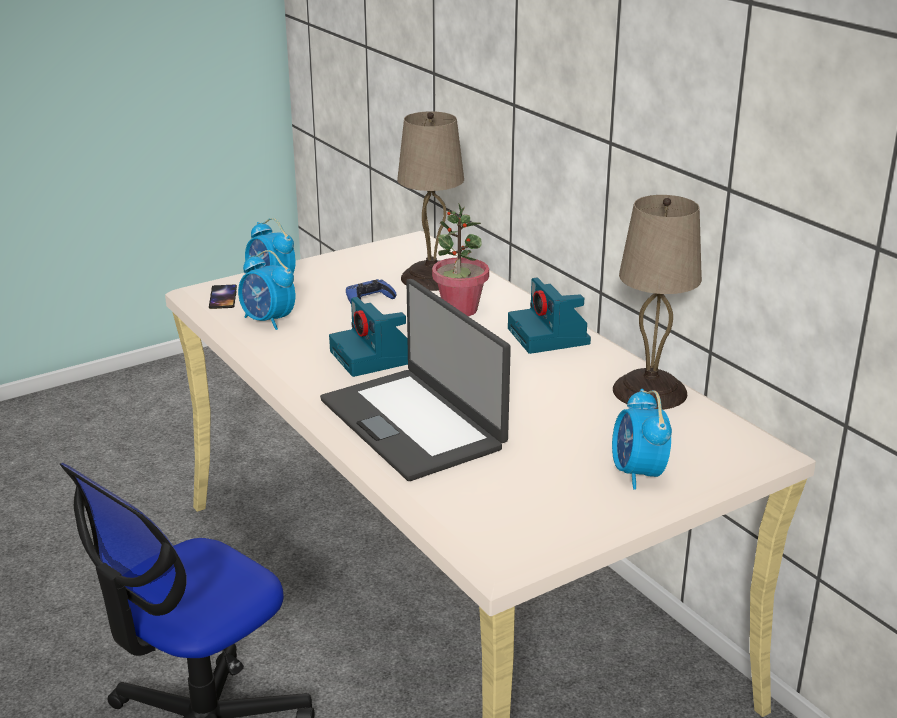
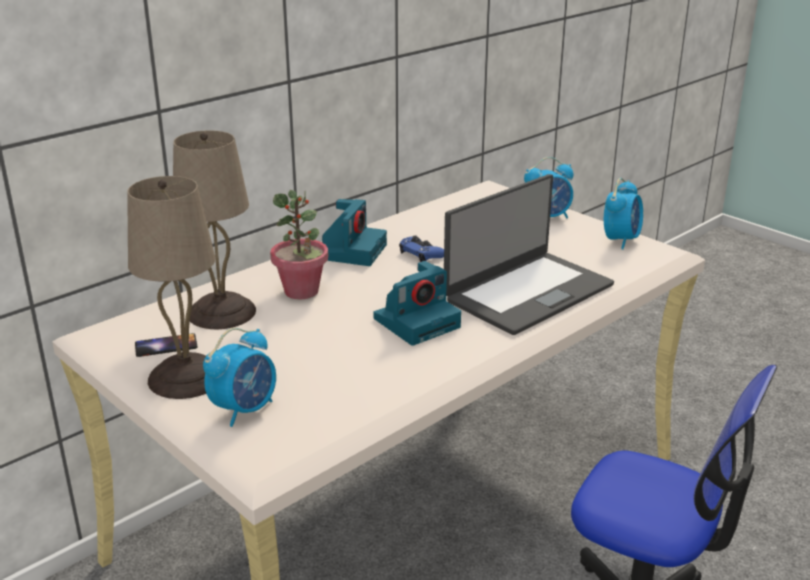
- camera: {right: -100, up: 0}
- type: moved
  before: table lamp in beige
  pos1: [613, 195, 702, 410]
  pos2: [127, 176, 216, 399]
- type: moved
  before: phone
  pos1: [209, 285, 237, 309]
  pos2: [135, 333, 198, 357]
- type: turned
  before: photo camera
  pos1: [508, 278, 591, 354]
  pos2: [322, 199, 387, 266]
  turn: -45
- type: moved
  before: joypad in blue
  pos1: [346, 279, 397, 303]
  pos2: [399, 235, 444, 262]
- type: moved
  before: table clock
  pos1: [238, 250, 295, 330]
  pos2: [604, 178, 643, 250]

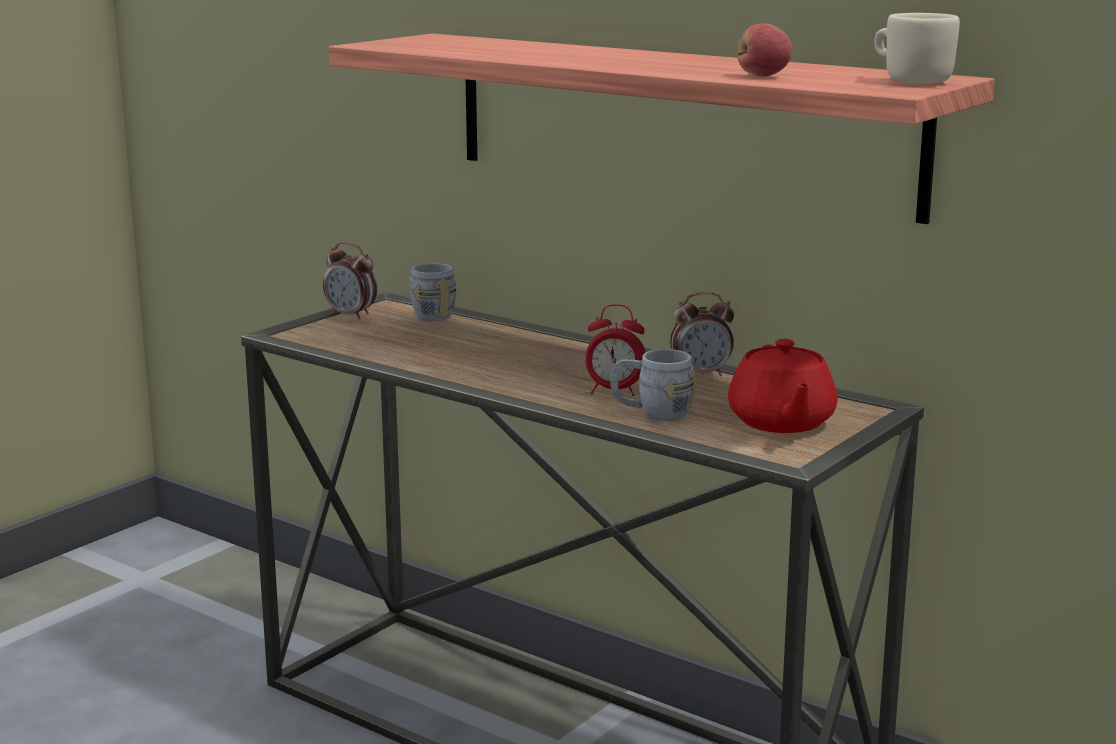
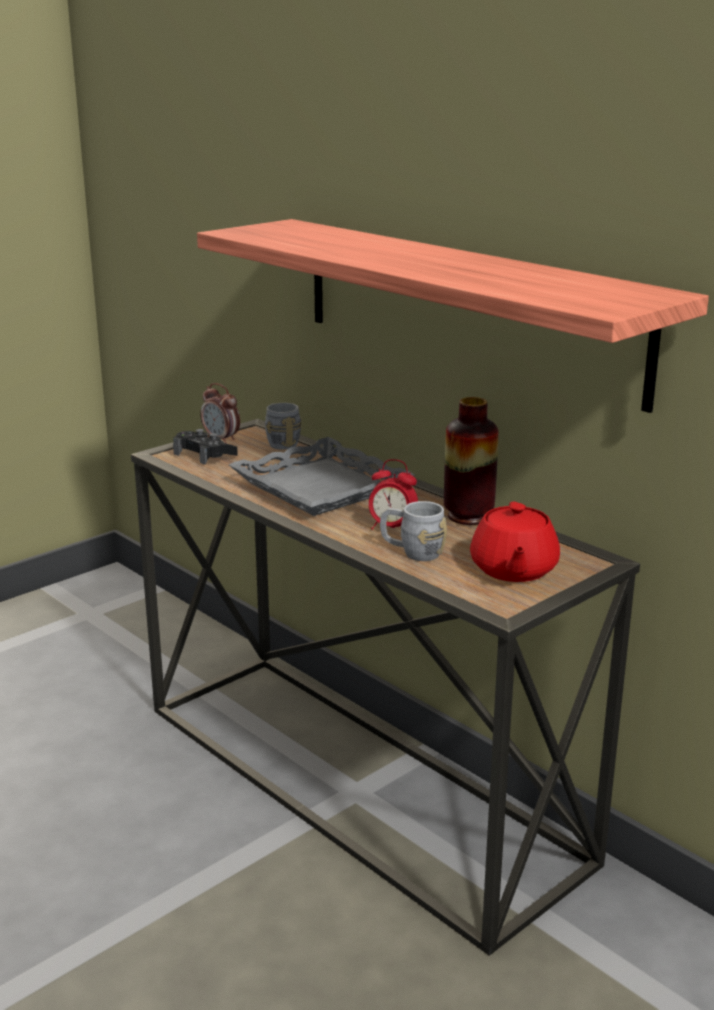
- camera: {right: 10, up: 5}
- type: added
  after: joypad in blackish
  pos2: [173, 429, 238, 465]
- type: added
  after: carrying tray in gray
  pos2: [229, 437, 415, 516]
- type: replaced
  before: table clock
  after: flower vase
  pos1: [670, 292, 734, 376]
  pos2: [444, 397, 499, 525]
- type: removed
  before: apple
  pos1: [737, 23, 792, 77]
- type: removed
  before: tea mug in beige
  pos1: [874, 13, 960, 84]

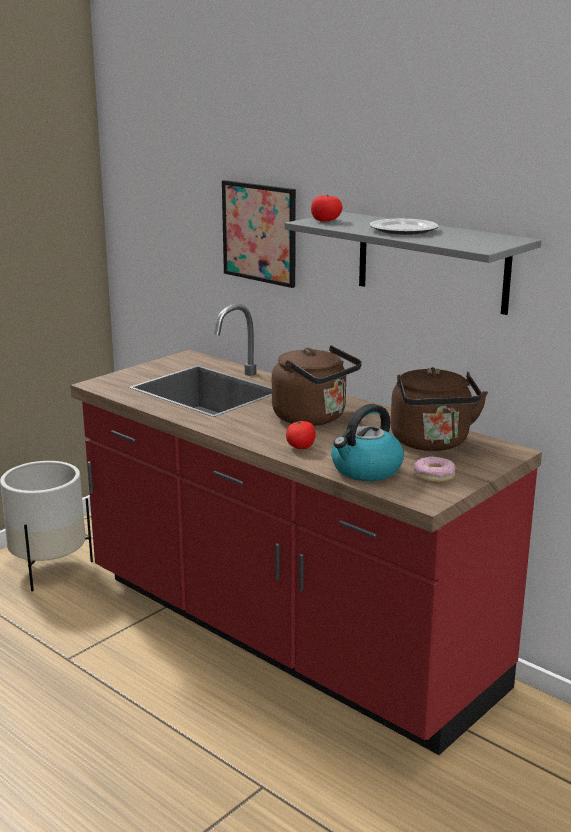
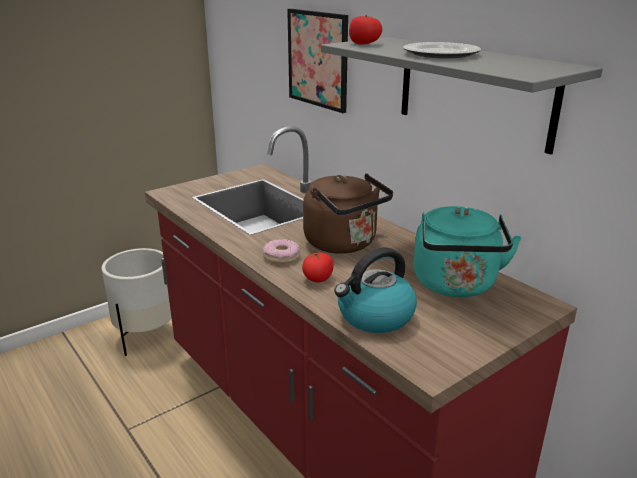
- camera: {right: 10, up: 5}
- type: moved
  before: doughnut
  pos1: [414, 457, 455, 483]
  pos2: [263, 239, 300, 264]
- type: recoloured
  before: water kettle in brownish
  after: water kettle in blue-green
  pos1: [391, 367, 488, 451]
  pos2: [413, 206, 522, 297]

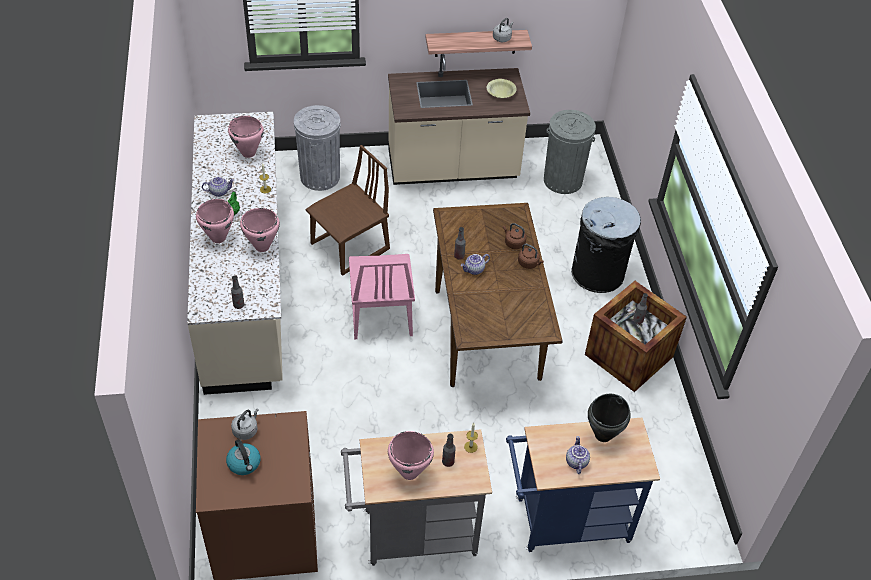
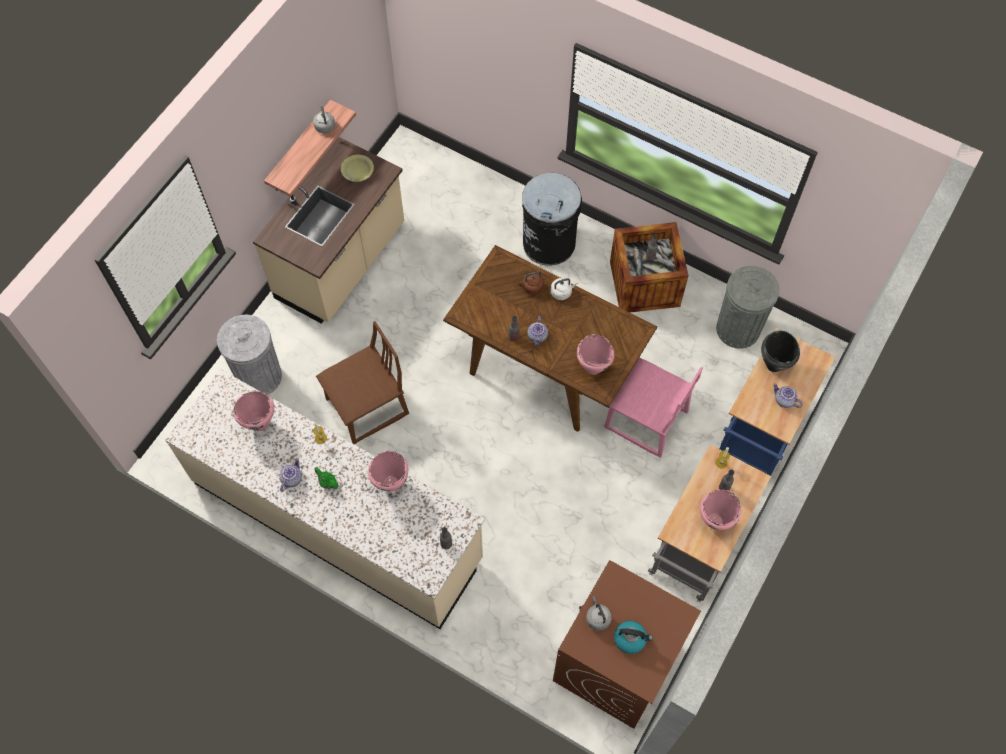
- camera: {right: -50, up: 15}
- type: turned
  before: upright chair in brownish
  pos1: [306, 145, 390, 276]
  pos2: [316, 321, 409, 444]
  turn: 60
- type: recoloured
  before: water kettle in brownish
  after: water kettle in white
  pos1: [518, 244, 544, 269]
  pos2: [551, 278, 578, 300]
- type: moved
  before: cooking pot in pink-coloured
  pos1: [196, 199, 234, 243]
  pos2: [577, 334, 614, 375]
- type: moved
  before: upright chair in pink-coloured
  pos1: [349, 254, 415, 339]
  pos2: [604, 358, 703, 458]
- type: moved
  before: trash can in gray
  pos1: [544, 110, 596, 194]
  pos2: [716, 266, 780, 349]

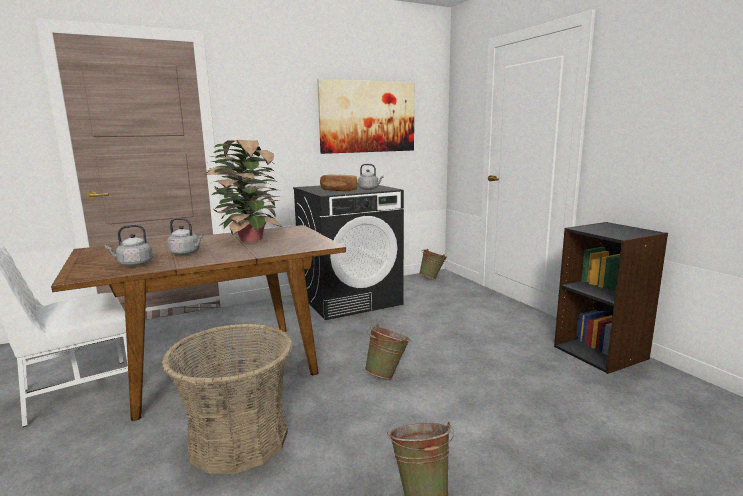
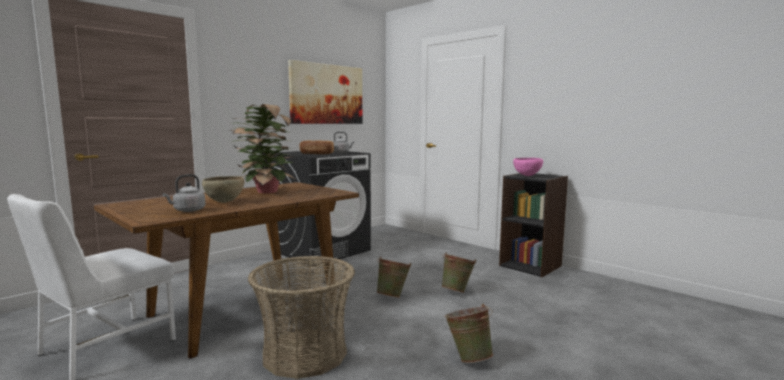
- camera: {right: -20, up: -5}
- type: replaced
  before: water kettle in gray
  after: serving bowl in brownish
  pos1: [167, 218, 203, 255]
  pos2: [202, 176, 245, 203]
- type: moved
  before: bucket in greenish
  pos1: [419, 249, 446, 279]
  pos2: [441, 253, 476, 293]
- type: added
  after: serving bowl in pink-coloured
  pos2: [513, 158, 543, 176]

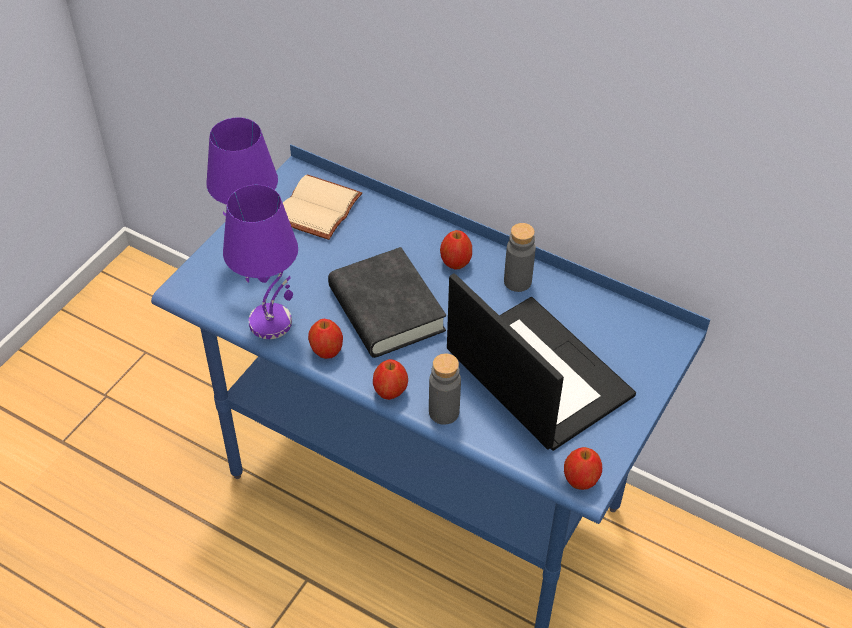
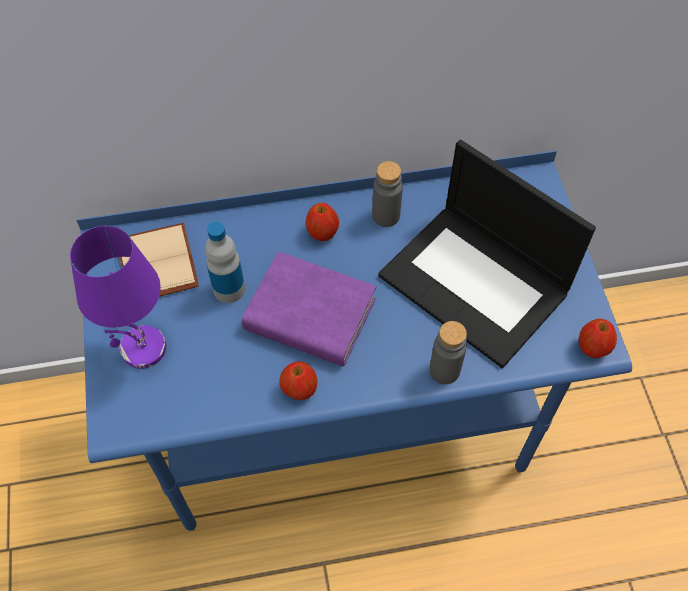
- camera: {right: -40, up: 10}
- type: added
  after: drink bottle
  pos2: [205, 221, 245, 303]
- type: recoloured
  before: book in blackish
  after: book in purple
  pos1: [328, 247, 446, 358]
  pos2: [242, 251, 376, 367]
- type: turned
  before: portable computer
  pos1: [447, 273, 636, 451]
  pos2: [378, 140, 596, 368]
  turn: -150
- type: removed
  before: table lamp in purple
  pos1: [223, 185, 298, 339]
- type: removed
  before: apple
  pos1: [373, 359, 408, 400]

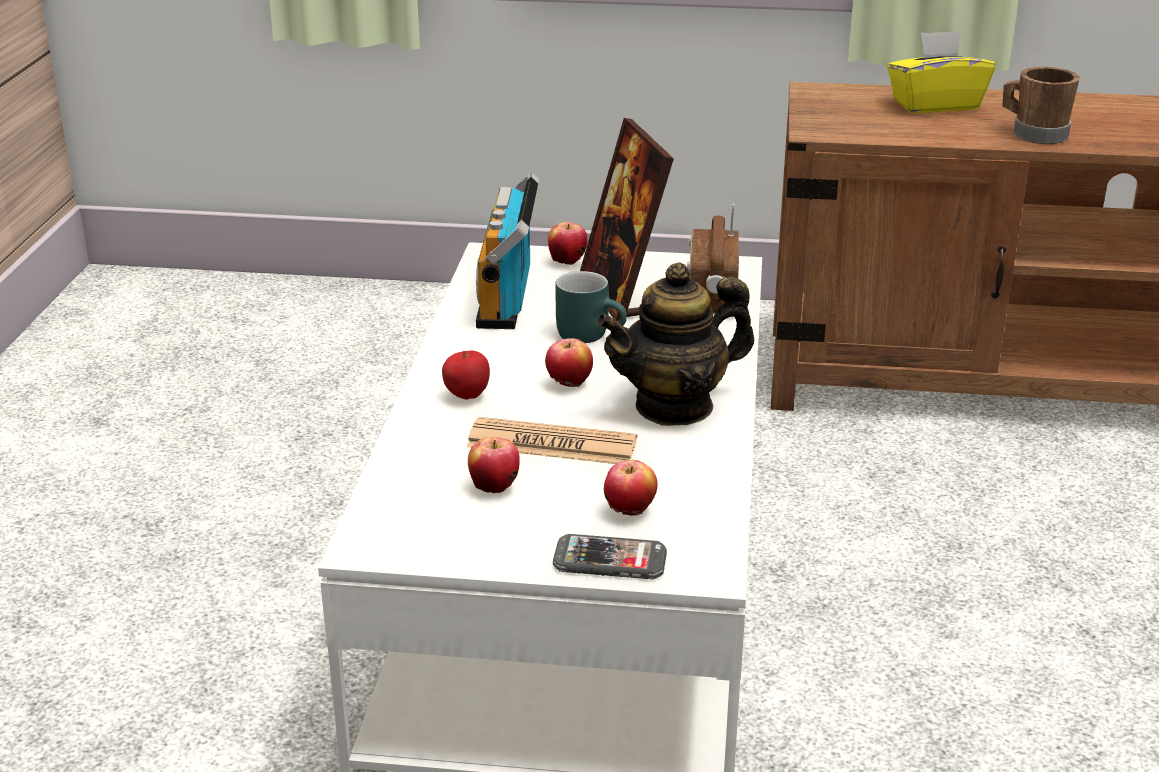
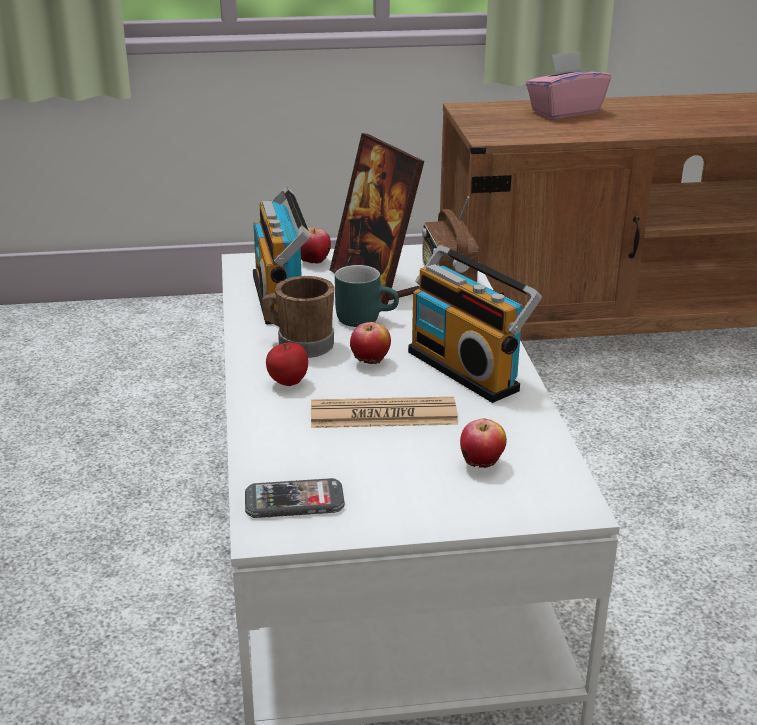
- camera: {right: -15, up: 0}
- type: moved
  before: phone
  pos1: [553, 534, 667, 579]
  pos2: [245, 478, 345, 518]
- type: moved
  before: tea mug in brownish
  pos1: [1002, 67, 1080, 144]
  pos2: [262, 276, 335, 358]
- type: replaced
  before: tea pot
  after: radio set
  pos1: [596, 262, 754, 426]
  pos2: [408, 245, 542, 403]
- type: recoloured
  before: tissue box in yellow-coloured
  after: tissue box in pink-coloured
  pos1: [887, 31, 995, 113]
  pos2: [526, 51, 611, 119]
- type: removed
  before: apple
  pos1: [468, 436, 520, 493]

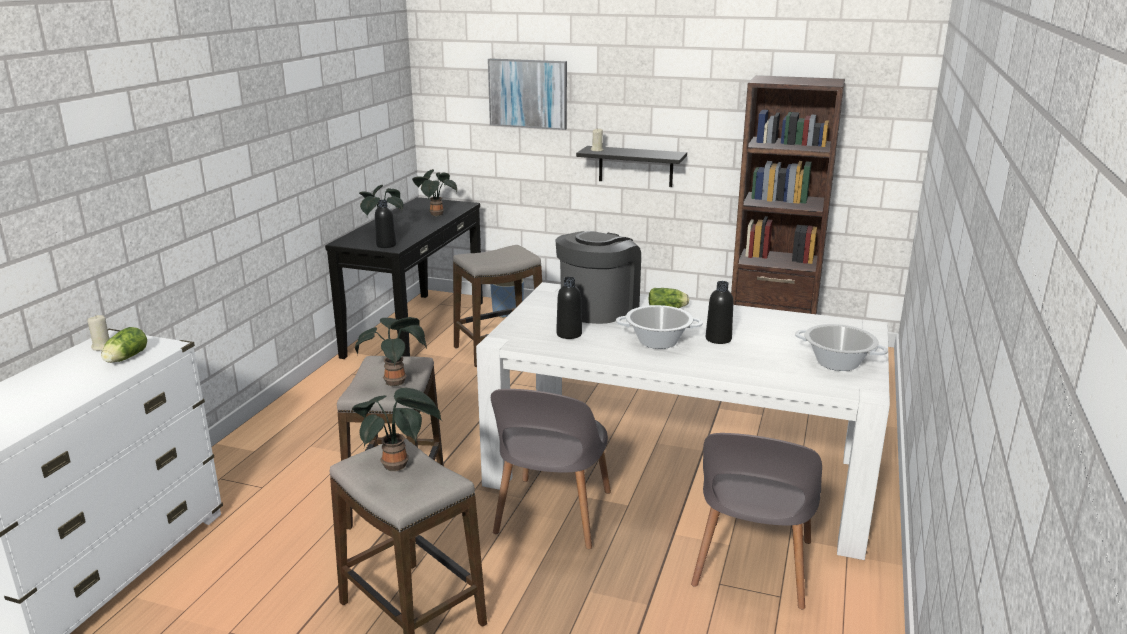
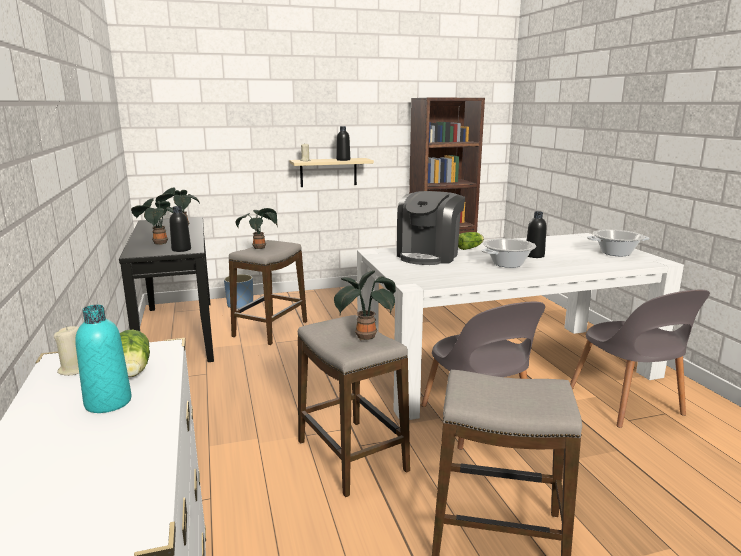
- camera: {right: -35, up: -5}
- type: added
  after: drink bottle in blue-green
  pos2: [75, 305, 132, 413]
- type: moved
  before: plant in a pot
  pos1: [352, 388, 442, 471]
  pos2: [236, 208, 278, 249]
- type: recoloured
  before: wall shelf in blackish
  after: wall shelf in beige
  pos1: [576, 146, 687, 187]
  pos2: [290, 158, 374, 187]
- type: moved
  before: drink bottle in blackish
  pos1: [556, 277, 582, 339]
  pos2: [336, 126, 350, 161]
- type: turned
  before: coffee machine
  pos1: [555, 231, 641, 324]
  pos2: [397, 191, 465, 265]
  turn: -150
- type: removed
  before: wall picture
  pos1: [488, 58, 567, 130]

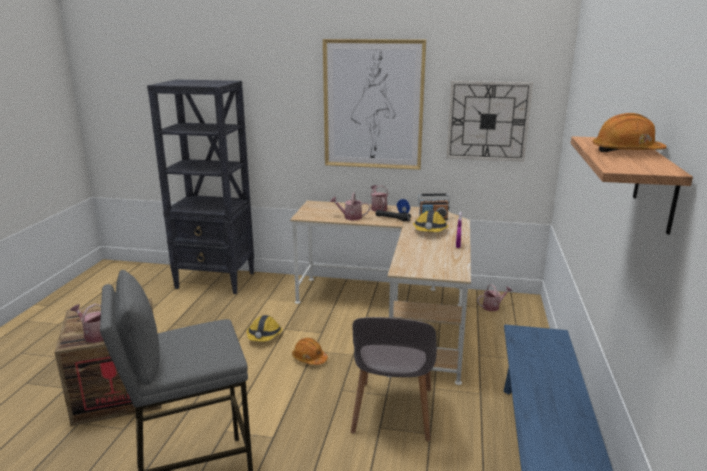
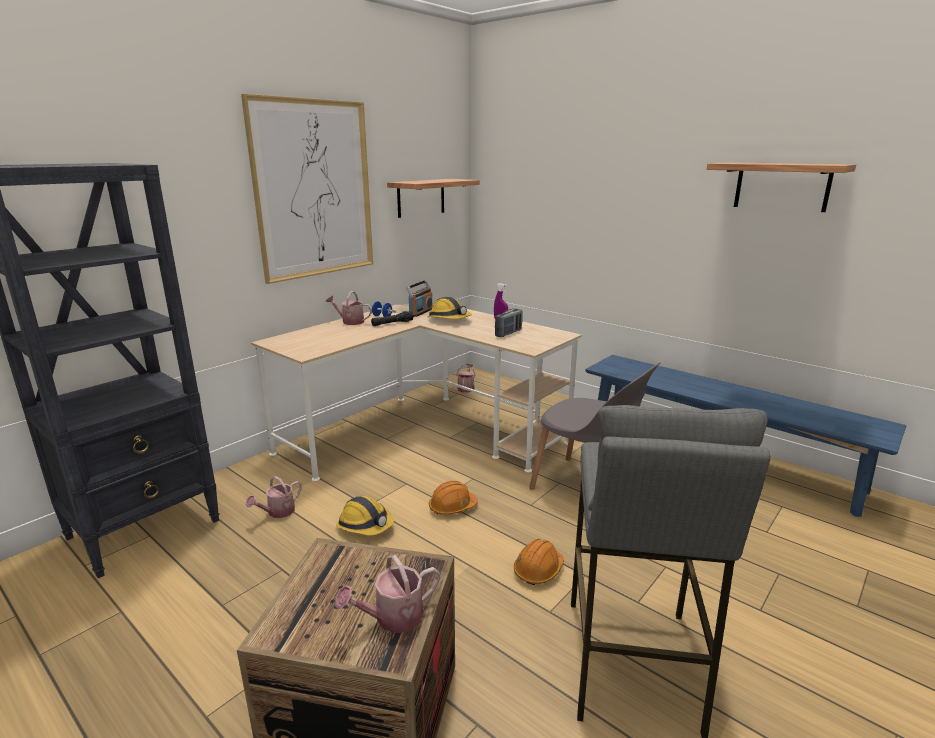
- camera: {right: -60, up: 0}
- type: moved
  before: watering pot
  pos1: [330, 192, 370, 220]
  pos2: [246, 476, 302, 518]
- type: replaced
  before: wall clock
  after: wall shelf
  pos1: [447, 81, 533, 162]
  pos2: [387, 179, 480, 218]
- type: added
  after: radio set
  pos2: [495, 308, 523, 337]
- type: moved
  before: hard hat in orange-coloured
  pos1: [592, 113, 667, 152]
  pos2: [514, 539, 564, 585]

